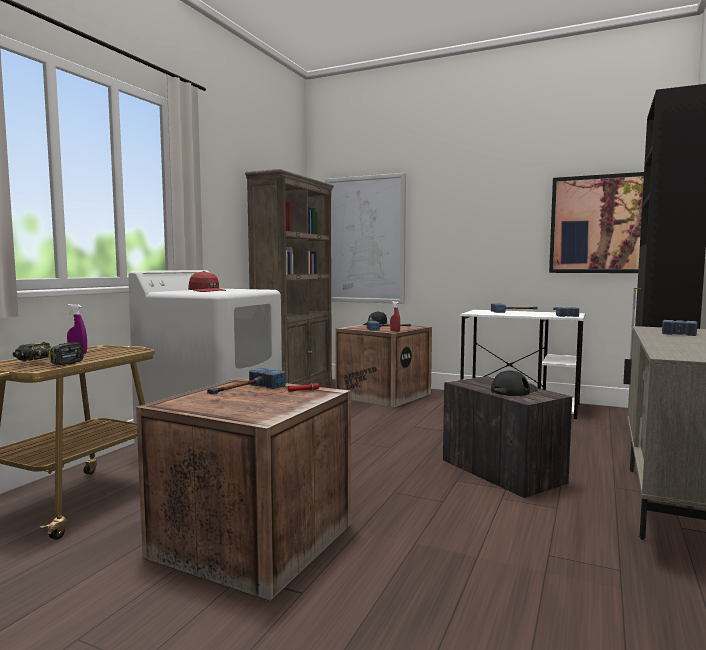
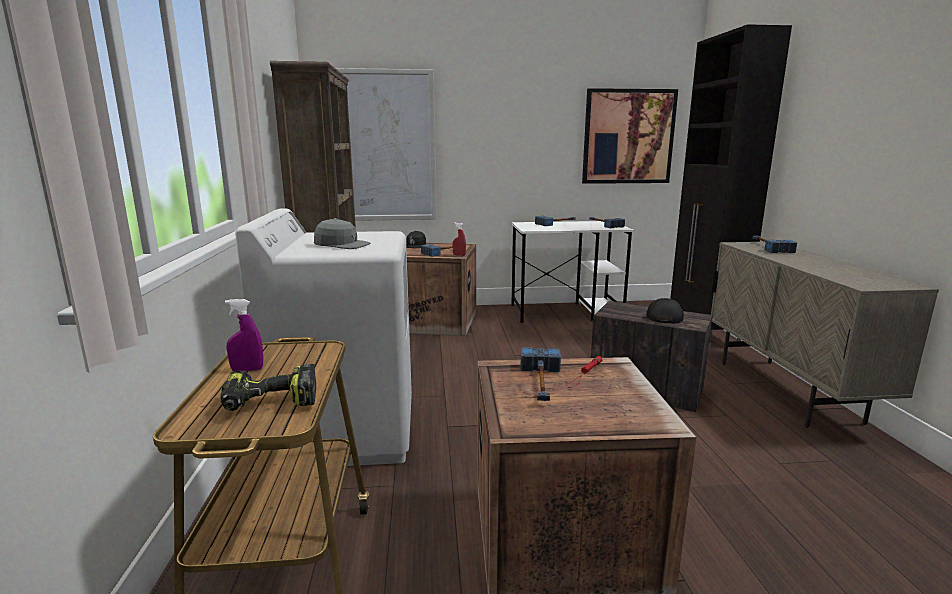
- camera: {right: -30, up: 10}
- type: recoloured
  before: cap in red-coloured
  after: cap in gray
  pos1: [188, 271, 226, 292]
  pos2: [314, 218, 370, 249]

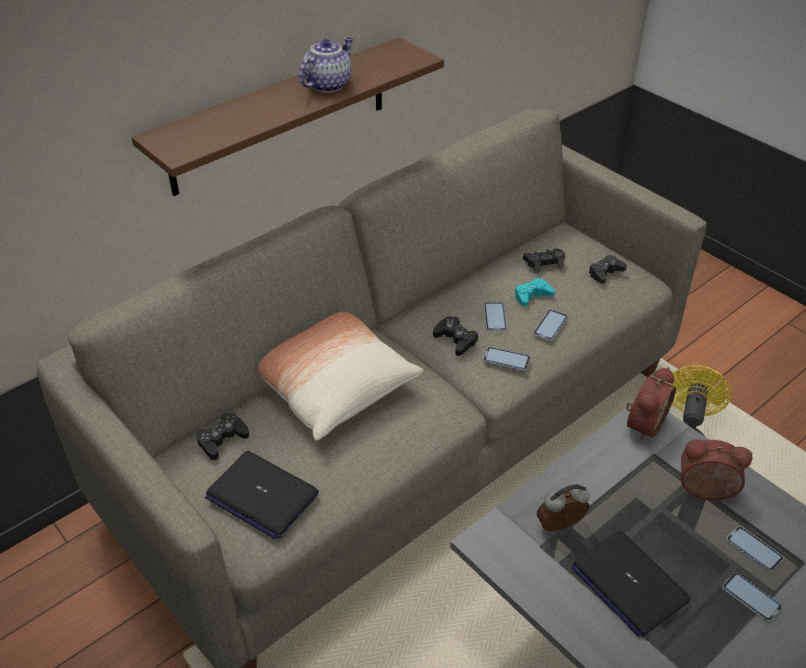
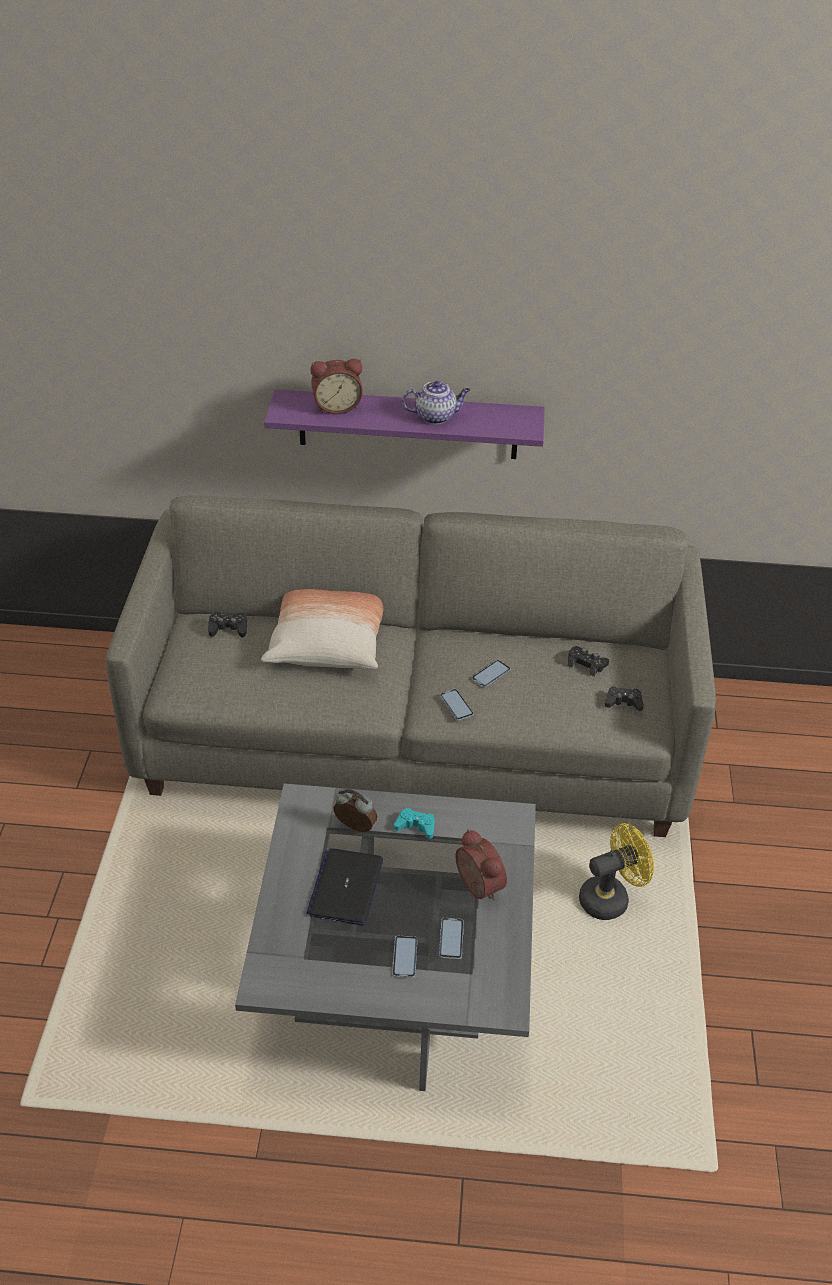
- camera: {right: 45, up: 0}
- type: recoloured
  before: wall shelf in brownish
  after: wall shelf in purple
  pos1: [132, 37, 444, 196]
  pos2: [264, 389, 545, 459]
- type: moved
  before: table clock
  pos1: [626, 367, 676, 441]
  pos2: [310, 359, 363, 414]
- type: moved
  before: joypad in blue-green
  pos1: [515, 278, 555, 307]
  pos2: [394, 808, 435, 839]
- type: removed
  before: portable computer
  pos1: [205, 451, 319, 539]
- type: removed
  before: joypad in blackish
  pos1: [433, 316, 478, 356]
- type: removed
  before: phone
  pos1: [533, 309, 568, 341]

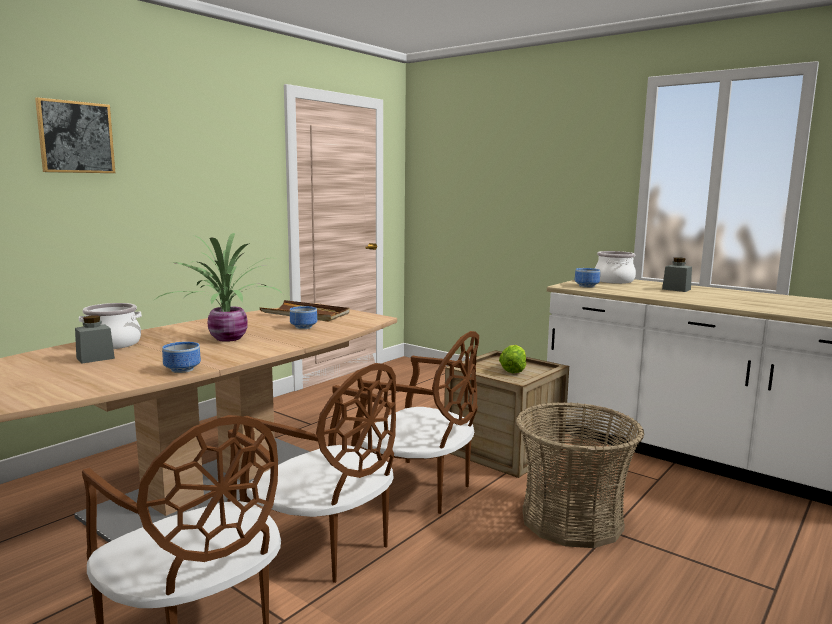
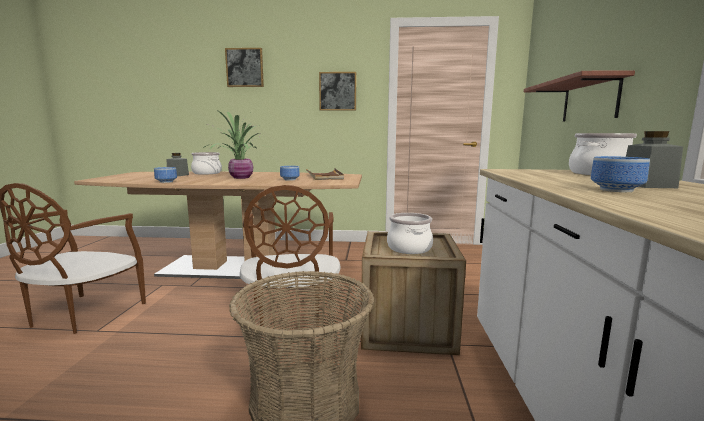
- camera: {right: 55, up: 0}
- type: added
  after: wall picture
  pos2: [319, 72, 356, 111]
- type: replaced
  before: head of lettuce
  after: cooking pot
  pos1: [499, 345, 526, 373]
  pos2: [387, 213, 433, 254]
- type: added
  after: wall shelf
  pos2: [524, 70, 635, 122]
- type: moved
  before: serving bowl
  pos1: [575, 268, 600, 288]
  pos2: [591, 156, 650, 192]
- type: removed
  before: upright chair in brownish
  pos1: [239, 363, 396, 583]

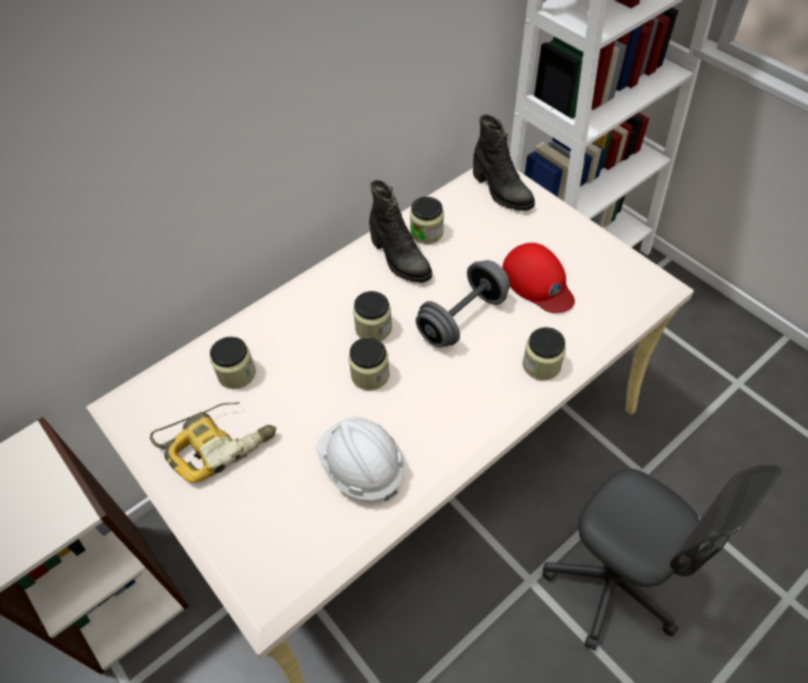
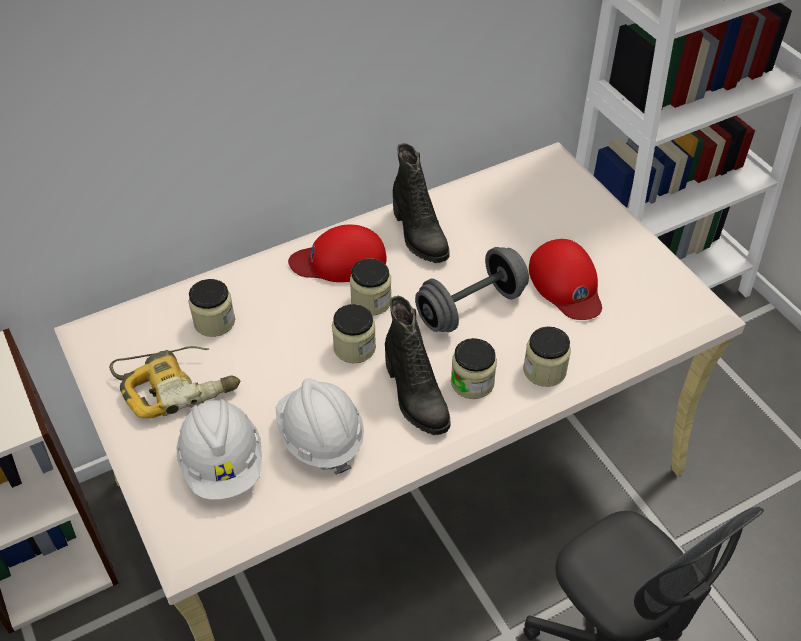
- camera: {right: 10, up: -5}
- type: added
  after: hard hat in white
  pos2: [177, 399, 262, 500]
- type: added
  after: cap in red-coloured
  pos2: [288, 225, 387, 282]
- type: moved
  before: boot in blackish
  pos1: [473, 114, 535, 211]
  pos2: [385, 296, 450, 435]
- type: moved
  before: jar
  pos1: [410, 197, 444, 244]
  pos2: [451, 338, 497, 399]

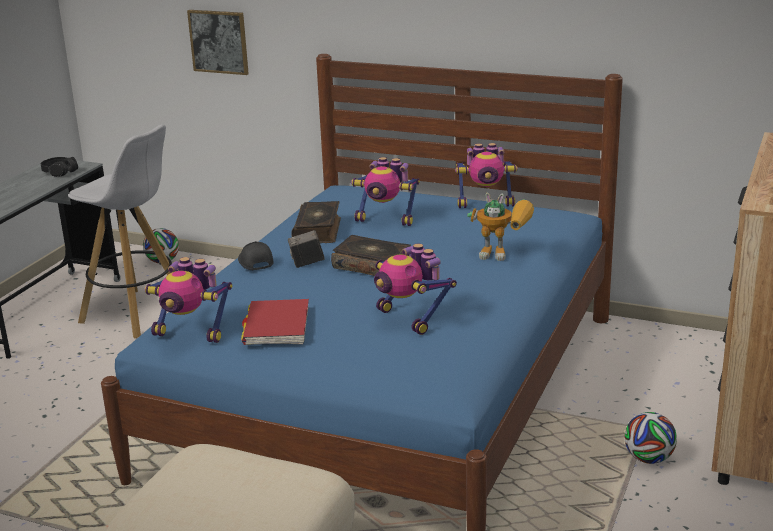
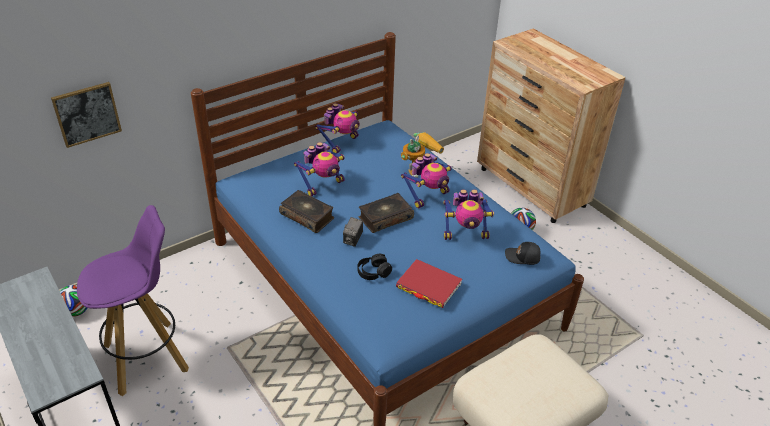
- camera: {right: -60, up: 15}
- type: recoloured
  before: sitting stool in white
  after: sitting stool in purple
  pos1: [68, 125, 172, 339]
  pos2: [77, 205, 189, 396]
- type: moved
  before: headset in blackish
  pos1: [41, 157, 78, 177]
  pos2: [357, 254, 392, 280]
- type: moved
  before: toy robot
  pos1: [144, 257, 232, 343]
  pos2: [401, 153, 452, 208]
- type: moved
  before: cap in blackish
  pos1: [238, 241, 273, 270]
  pos2: [505, 242, 541, 265]

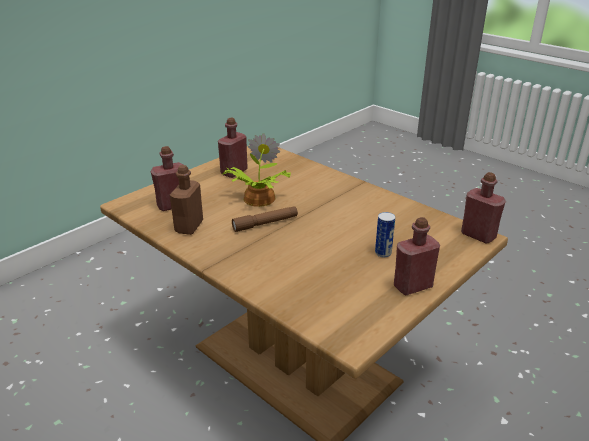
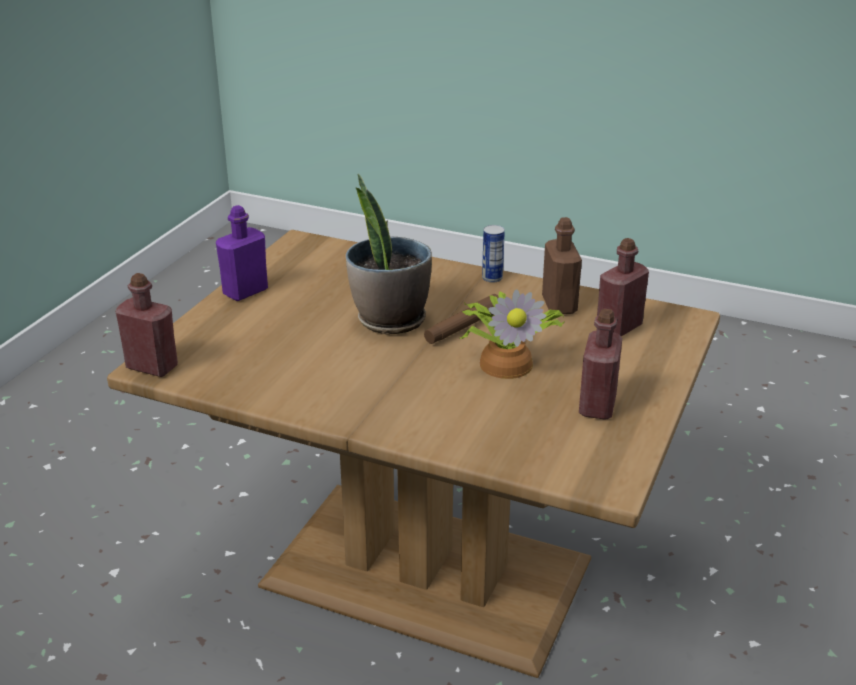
- camera: {right: 160, up: 0}
- type: recoloured
  before: drink bottle in red-coloured
  after: drink bottle in purple
  pos1: [394, 217, 440, 295]
  pos2: [216, 205, 268, 301]
- type: added
  after: plant in a pot
  pos2: [346, 174, 432, 335]
- type: moved
  before: can
  pos1: [375, 212, 395, 258]
  pos2: [482, 225, 505, 282]

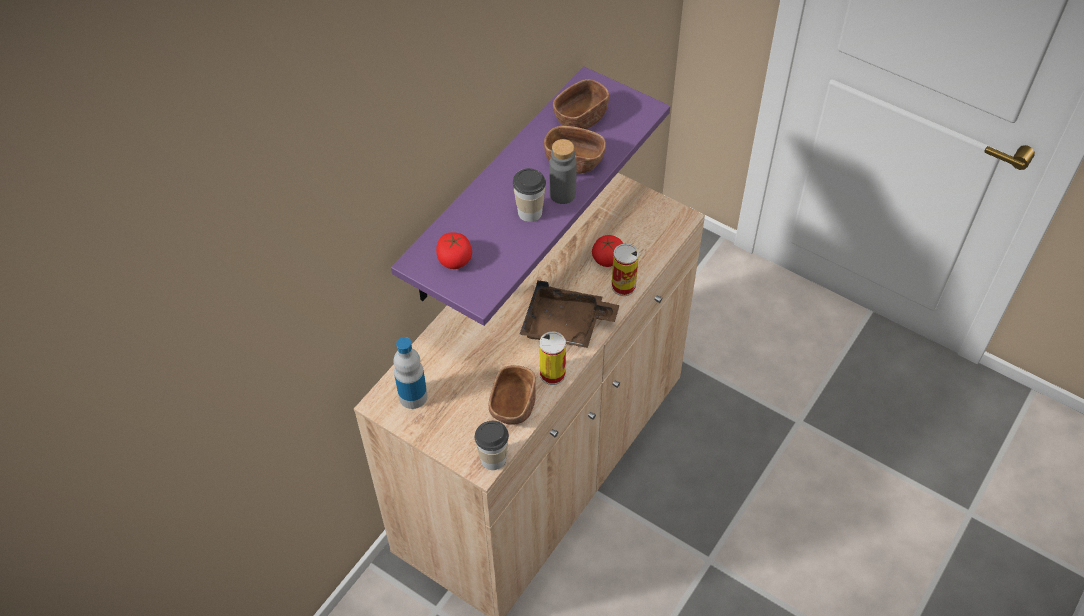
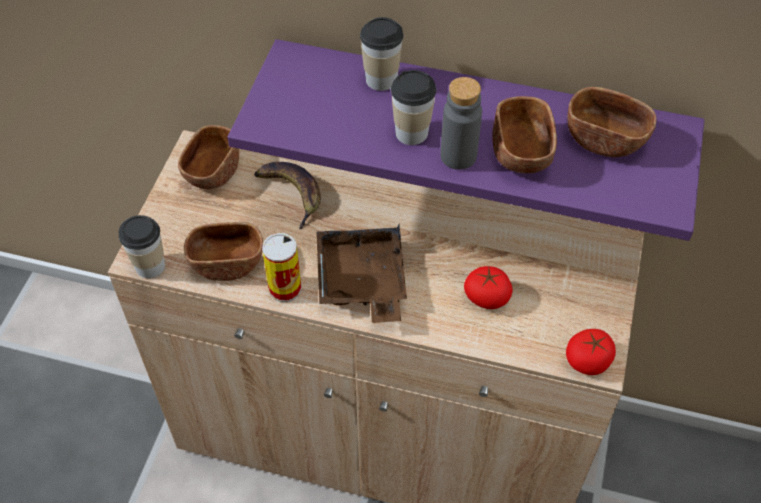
- camera: {right: 70, up: 0}
- type: replaced
  before: drink bottle
  after: serving bowl in brownish
  pos1: [393, 337, 428, 409]
  pos2: [178, 125, 239, 189]
- type: added
  after: whole banana
  pos2: [254, 162, 321, 229]
- type: added
  after: small cup
  pos2: [360, 17, 403, 91]
- type: moved
  before: tomato
  pos1: [436, 232, 472, 269]
  pos2: [566, 329, 616, 375]
- type: removed
  before: can
  pos1: [611, 243, 639, 296]

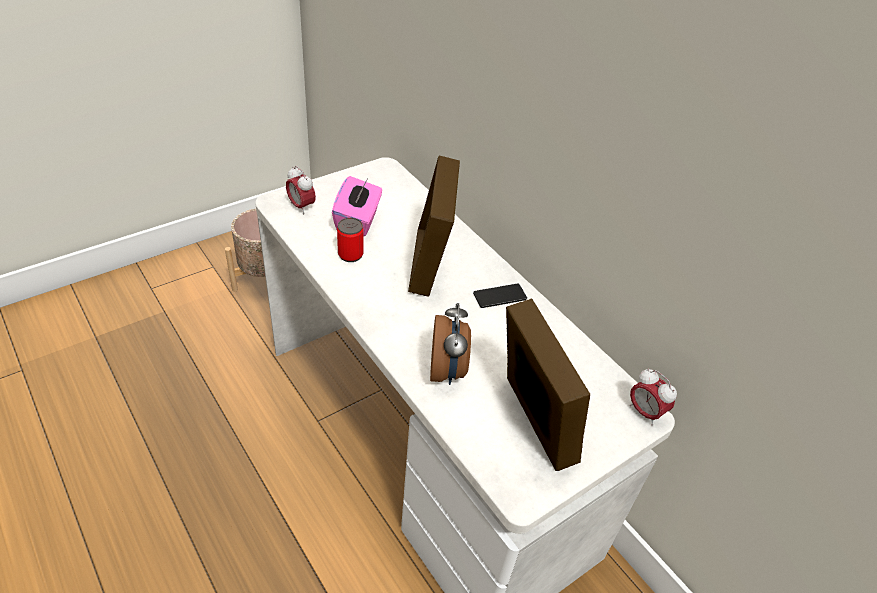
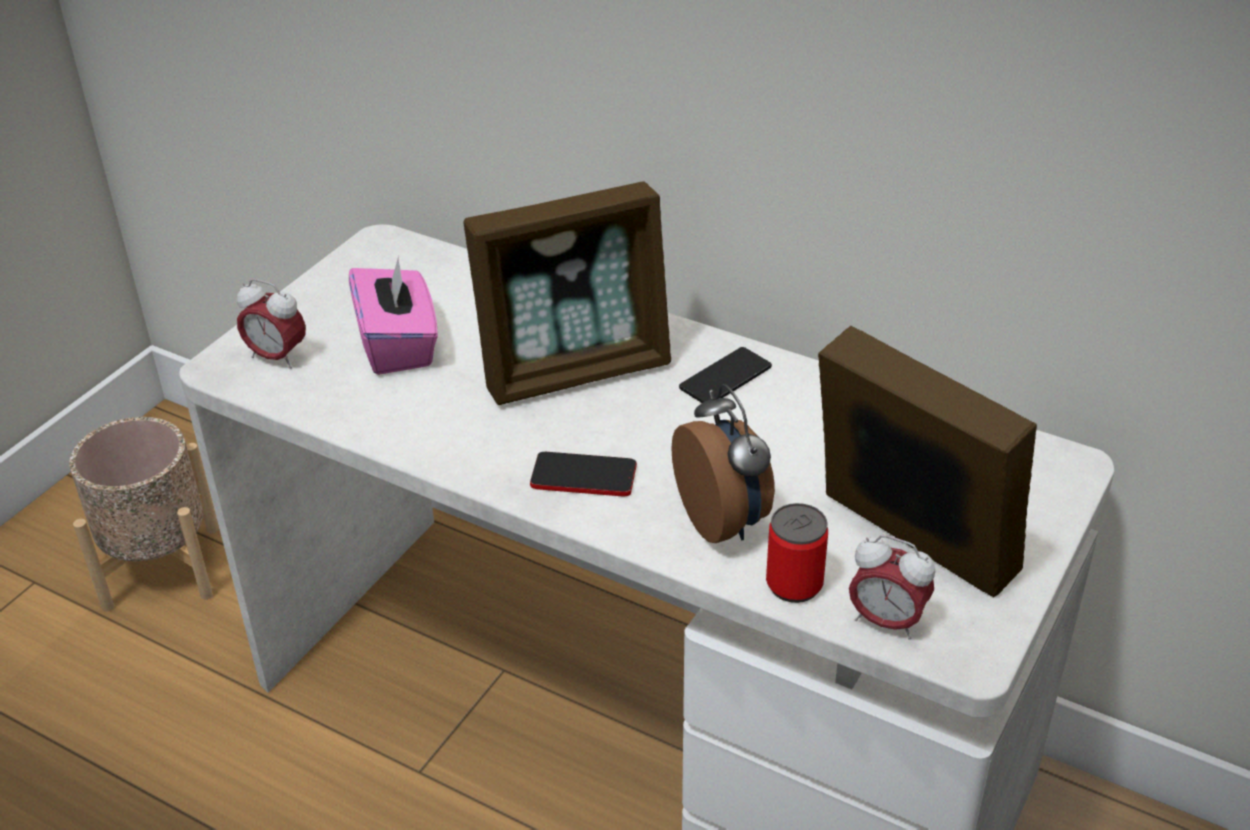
- camera: {right: -20, up: -5}
- type: turned
  before: standing frame
  pos1: [408, 156, 460, 296]
  pos2: [463, 182, 671, 405]
  turn: -90
- type: added
  after: phone
  pos2: [530, 452, 637, 496]
- type: moved
  before: can
  pos1: [337, 218, 364, 262]
  pos2: [766, 503, 828, 603]
- type: moved
  before: table clock
  pos1: [629, 368, 677, 426]
  pos2: [849, 535, 935, 640]

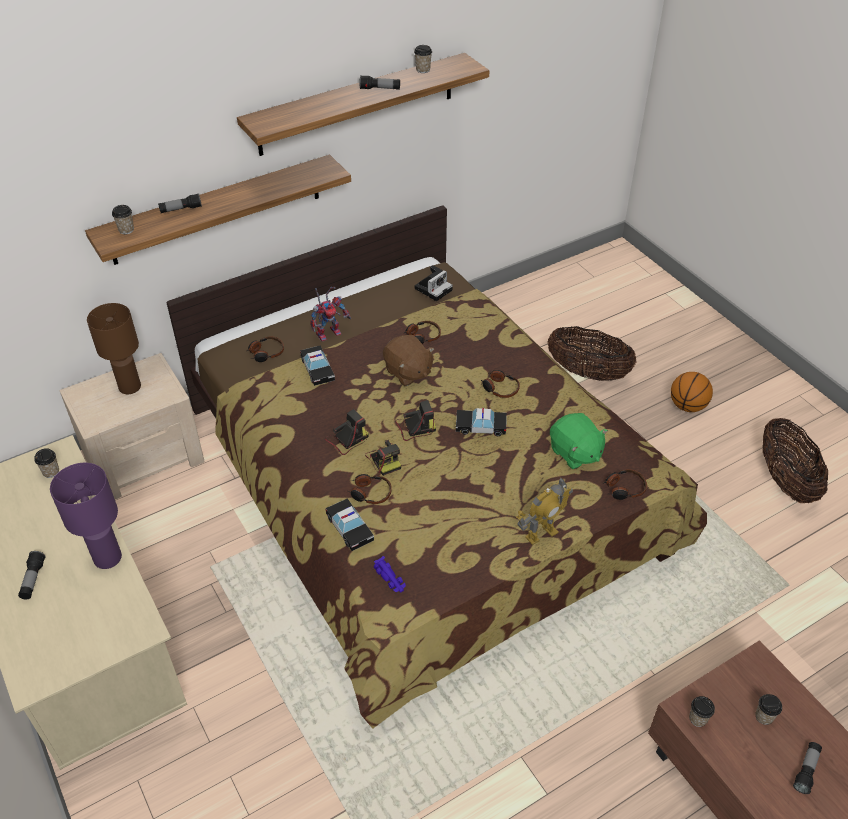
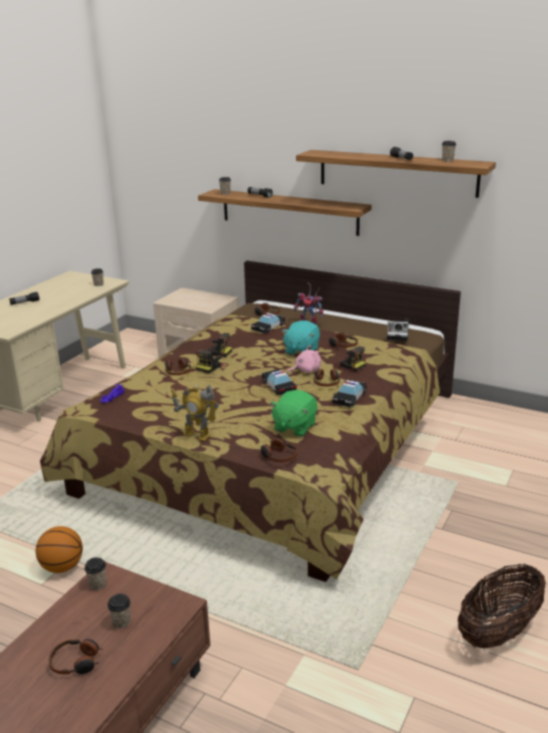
- camera: {right: 60, up: -20}
- type: moved
  before: basketball ball
  pos1: [671, 372, 713, 412]
  pos2: [36, 526, 83, 573]
- type: replaced
  before: hand torch
  after: headset
  pos1: [793, 742, 822, 794]
  pos2: [49, 639, 103, 674]
- type: recoloured
  before: soft toy in brownish
  after: soft toy in blue-green
  pos1: [383, 335, 434, 386]
  pos2: [282, 320, 320, 355]
- type: added
  after: soft toy in pink-coloured
  pos2: [287, 345, 321, 373]
- type: moved
  before: model car
  pos1: [325, 498, 374, 551]
  pos2: [332, 380, 367, 407]
- type: moved
  before: photo camera
  pos1: [395, 400, 436, 441]
  pos2: [334, 346, 366, 371]
- type: removed
  before: table lamp in purple
  pos1: [50, 463, 122, 569]
- type: removed
  before: table lamp in brownish
  pos1: [87, 303, 141, 394]
- type: removed
  before: storage basket
  pos1: [547, 326, 637, 381]

